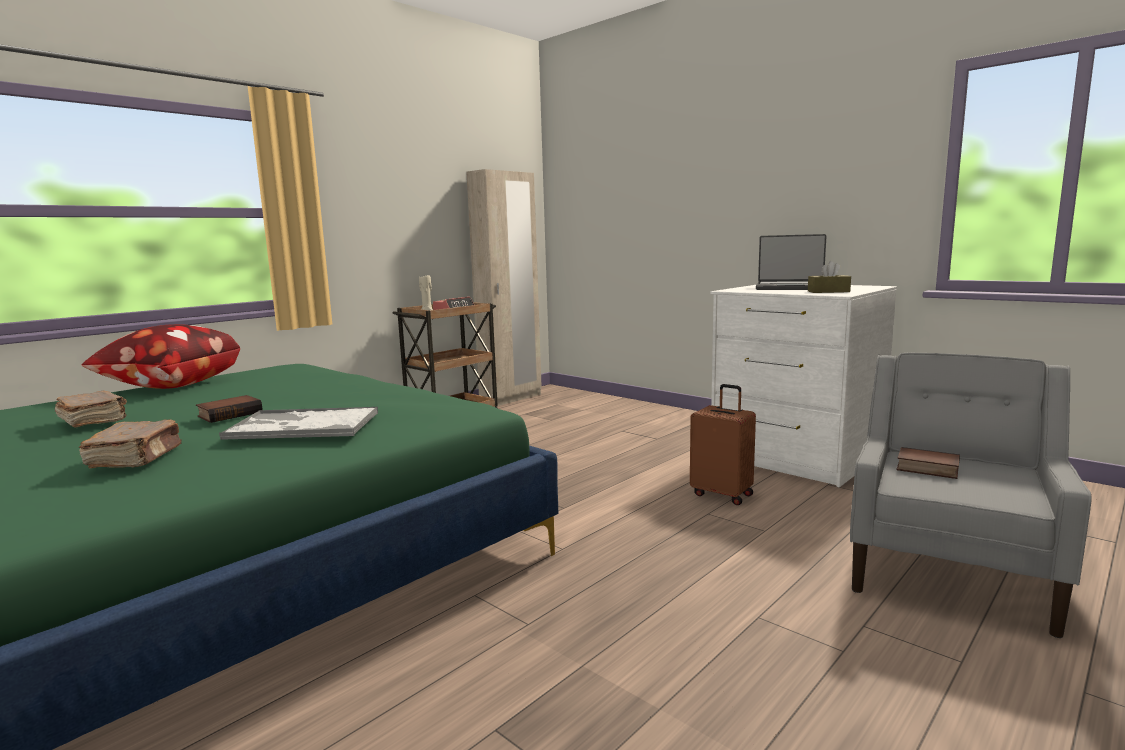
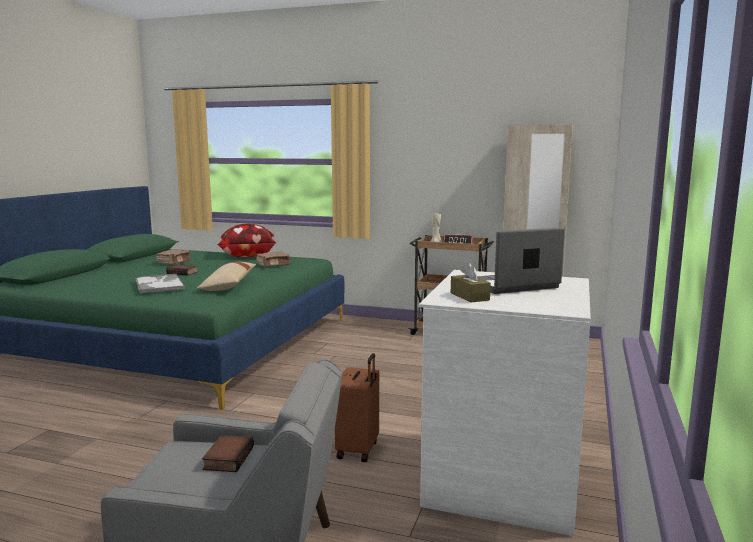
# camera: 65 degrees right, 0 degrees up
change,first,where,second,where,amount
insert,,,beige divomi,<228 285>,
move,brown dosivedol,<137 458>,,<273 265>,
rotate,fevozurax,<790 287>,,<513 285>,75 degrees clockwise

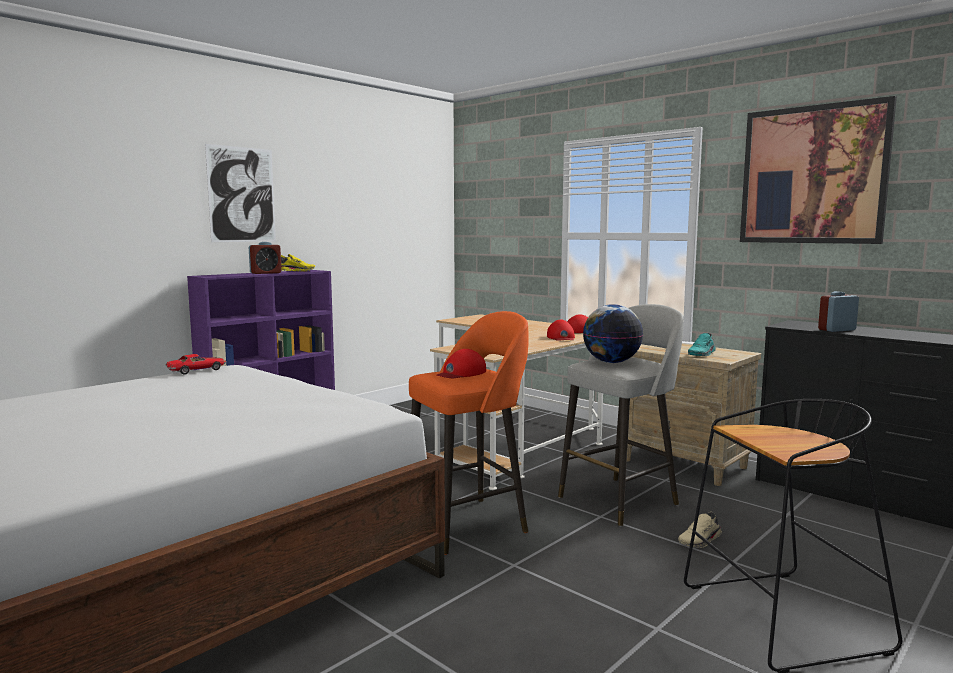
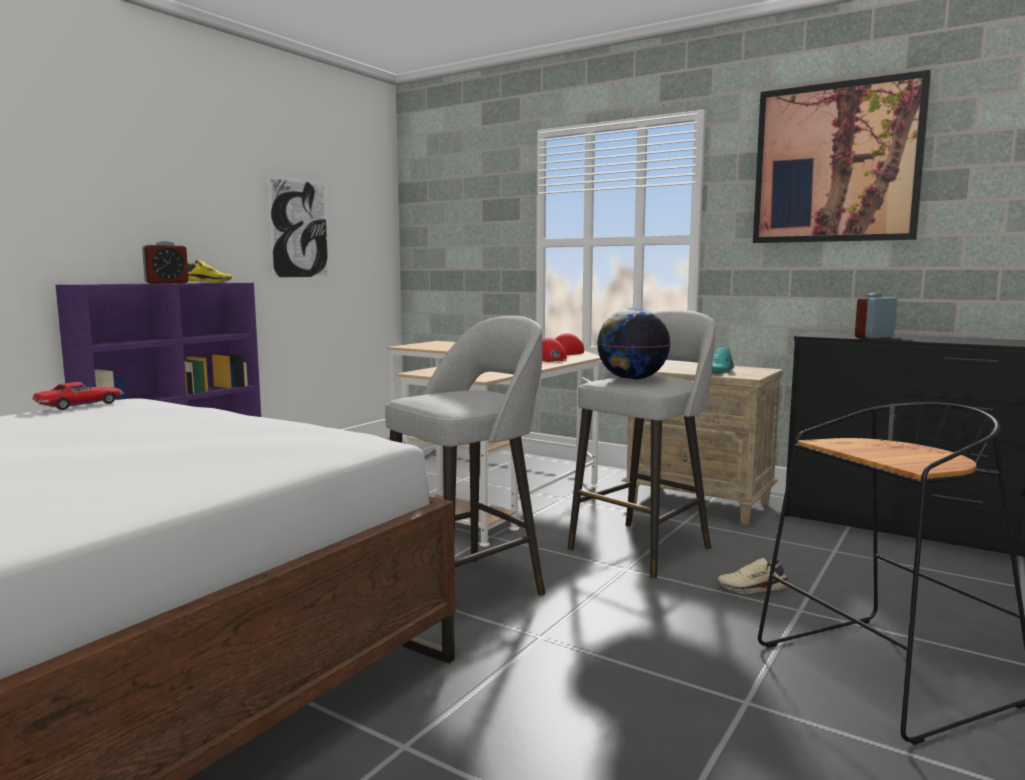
# camera: 10 degrees left, 0 degrees up
change,first,where,second,where,amount
move,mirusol,<242 194>,,<299 229>,
recolor,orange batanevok,<468 524>,grey batanevok,<467 590>,
rotate,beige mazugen,<700 540>,,<753 588>,45 degrees clockwise
delete,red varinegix,<461 373>,,,

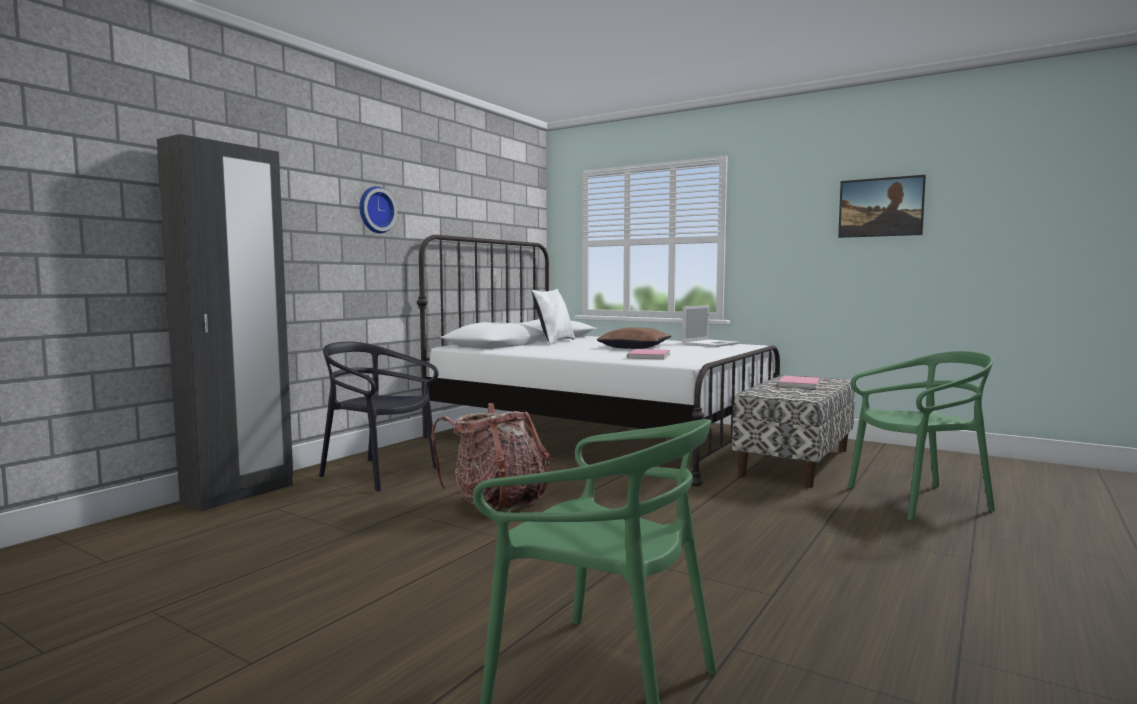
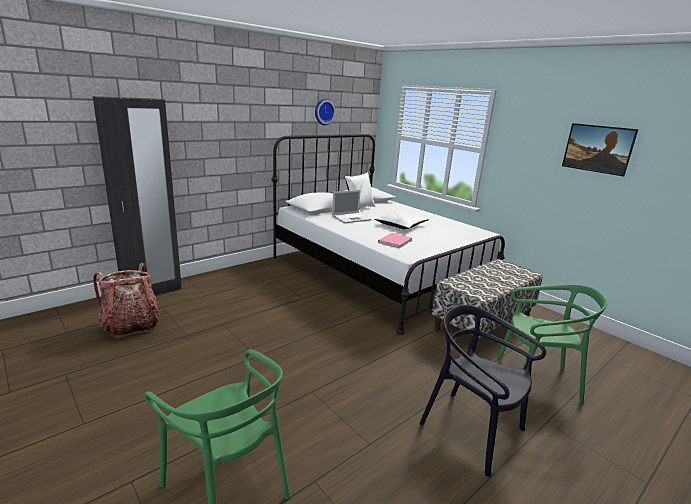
# camera: 15 degrees right, 15 degrees up
change,first,where,second,where,amount
move,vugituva,<497 503>,,<131 326>,
move,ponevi,<375 210>,,<323 111>,
move,fevozurax,<711 344>,,<352 218>,
recolor,brown divomi,<634 347>,white divomi,<401 225>,
move,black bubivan,<378 474>,,<471 430>,
delete,pink dosivedol,<797 384>,,,

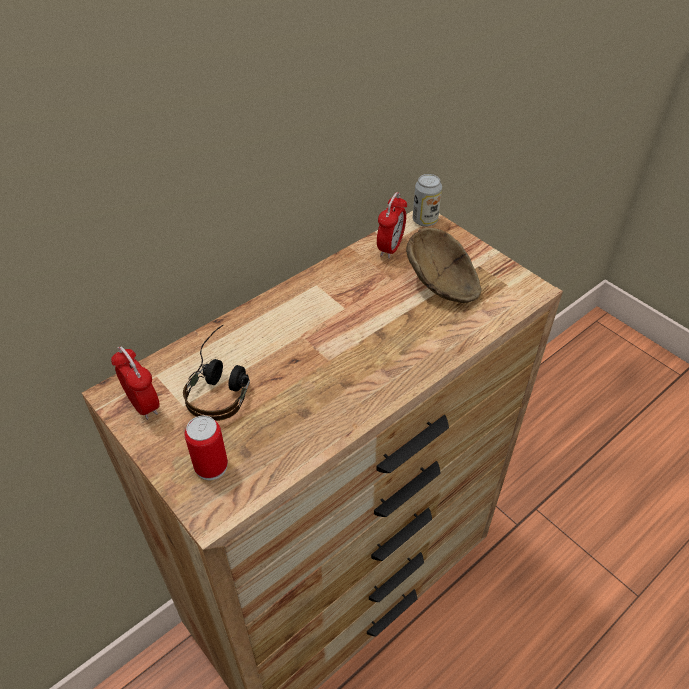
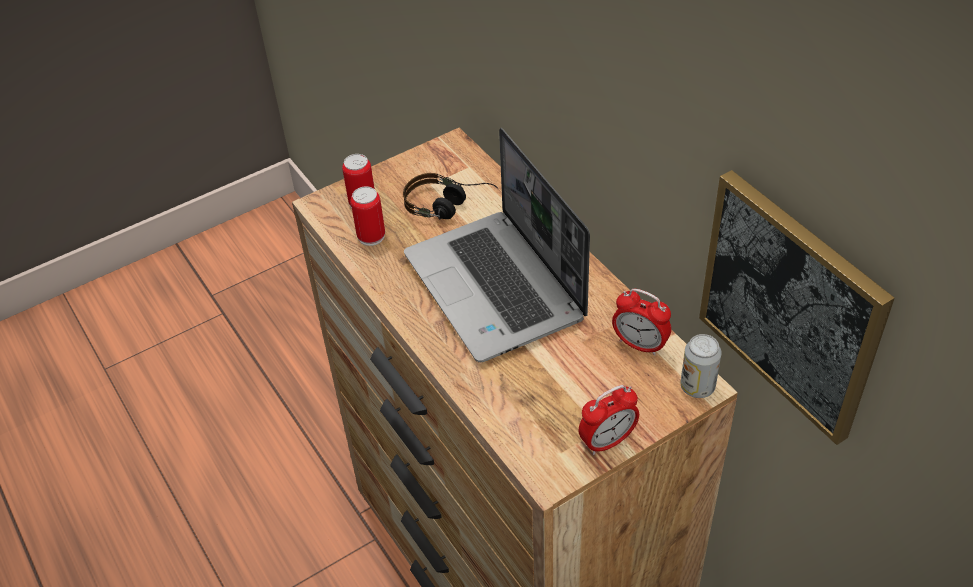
# camera: 100 degrees right, 0 degrees up
change,first,where,second,where,amount
insert,,,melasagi,<371 236>,
insert,,,fevozurax,<497 288>,
move,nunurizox,<143 404>,,<607 441>,
insert,,,mirusol,<790 305>,
delete,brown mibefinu,<442 285>,,,

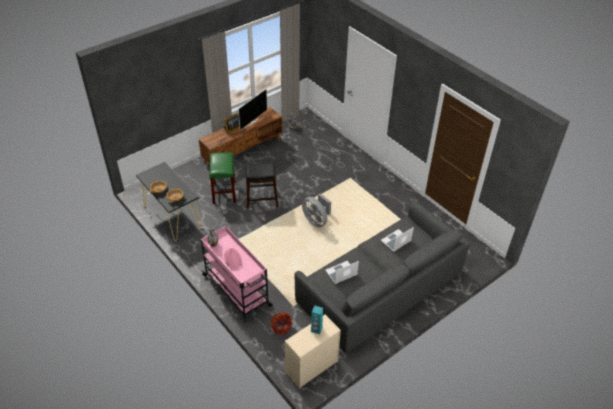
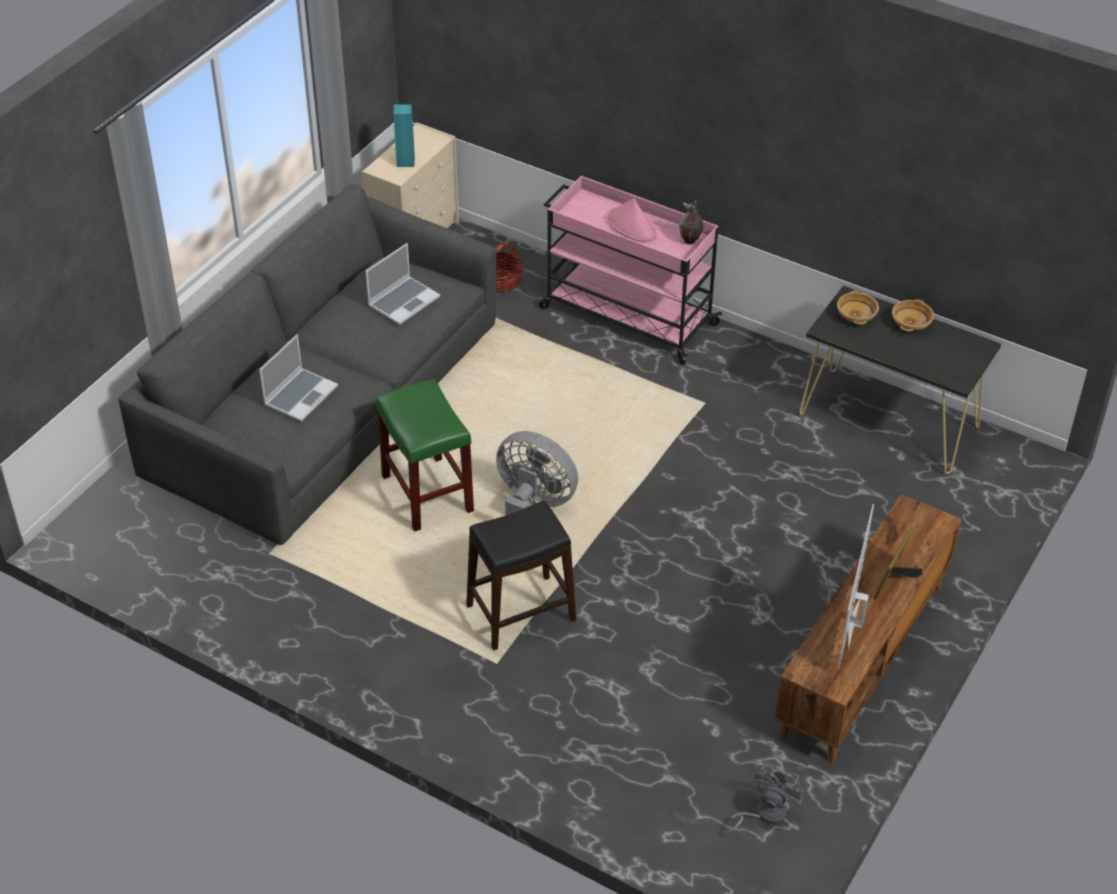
# camera: 160 degrees right, 0 degrees up
change,first,where,second,where,amount
move,green batanevok,<224 193>,,<426 493>,
move,black batanevok,<261 200>,,<521 613>,

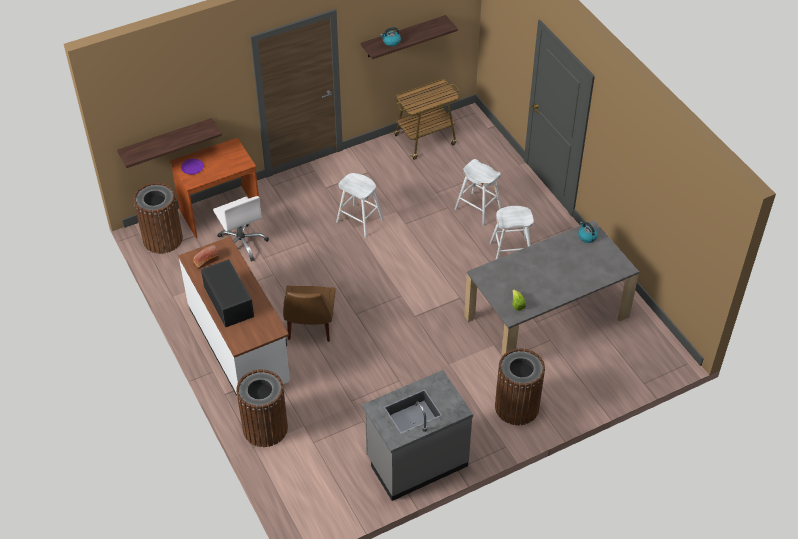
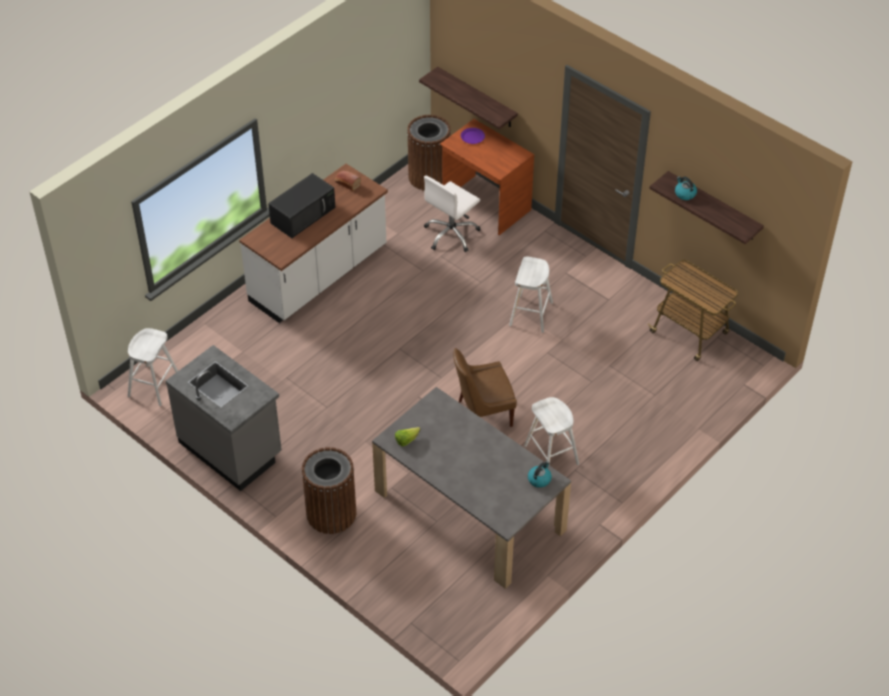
# camera: 70 degrees right, 0 degrees up
change,first,where,second,where,amount
move,white batanevok,<478 209>,,<153 385>,
move,brown bubivan,<310 328>,,<482 414>,
delete,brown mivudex,<265 428>,,,

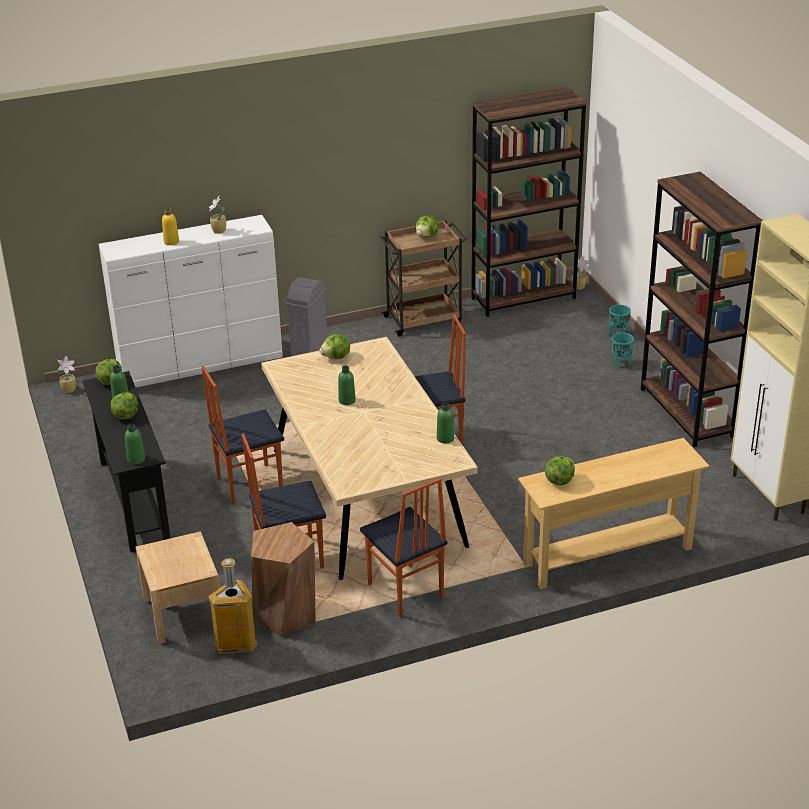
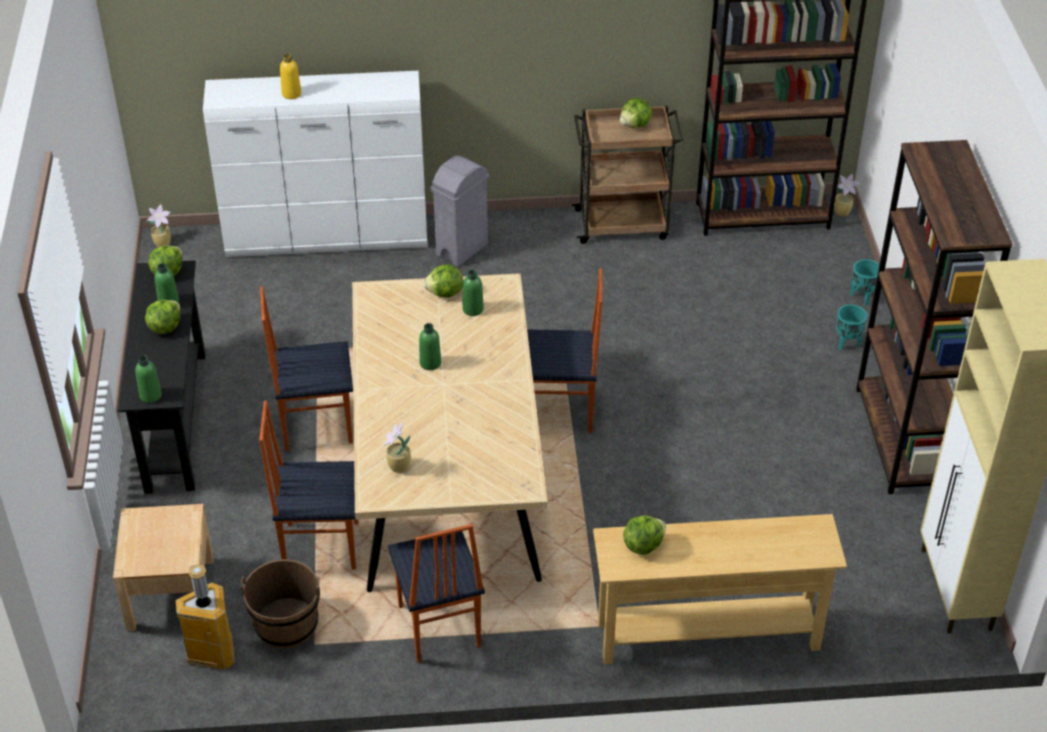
# camera: 15 degrees right, 10 degrees up
change,first,where,second,where,amount
replace,brown batanevok,<286 613>,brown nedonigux,<286 624>,
move,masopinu,<218 231>,,<398 467>,
move,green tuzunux,<445 438>,,<473 309>,

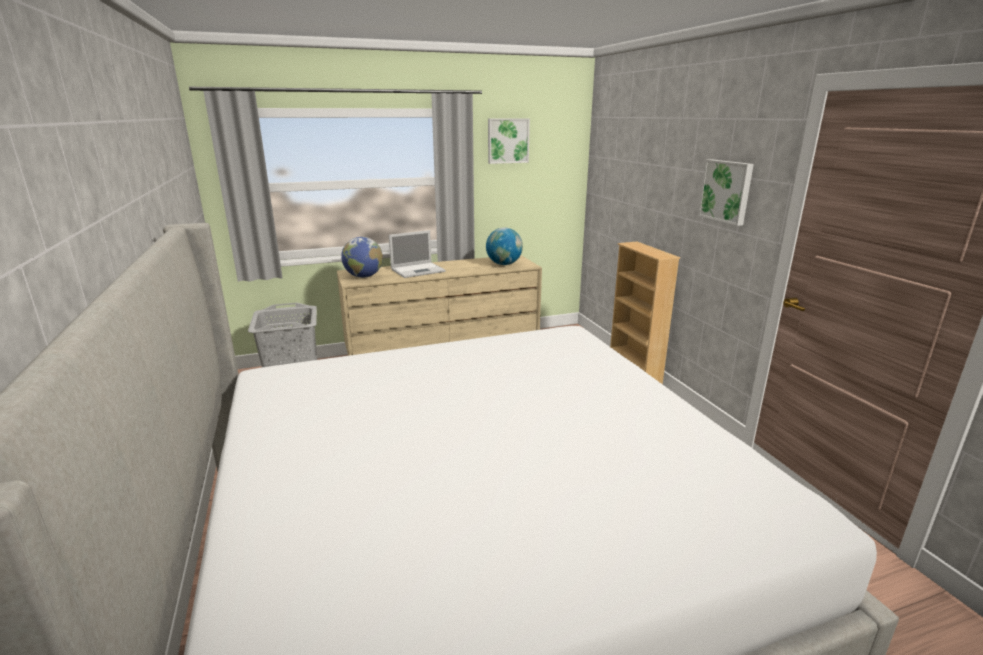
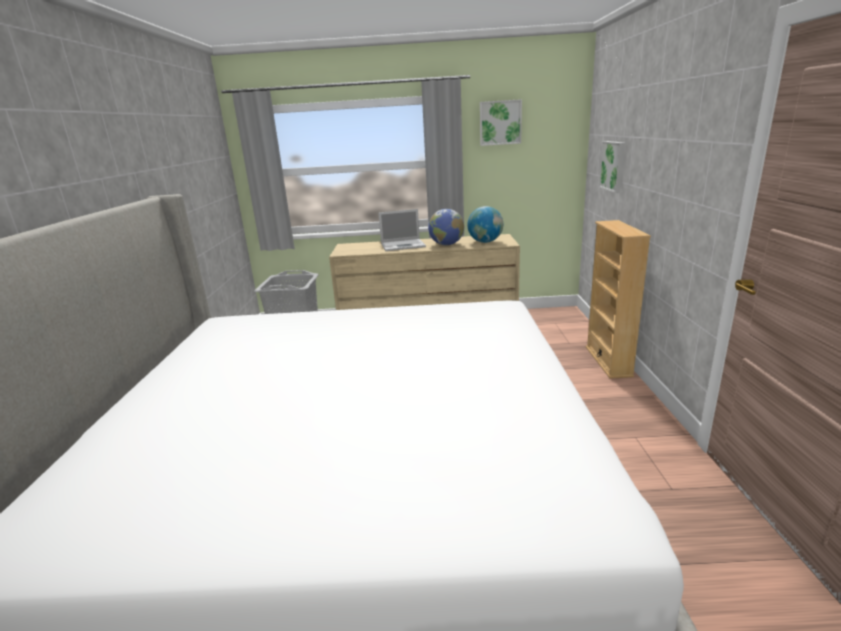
# camera: 20 degrees right, 0 degrees up
change,first,where,second,where,amount
move,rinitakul,<364 276>,,<446 244>,
move,mirusol,<726 191>,,<614 166>,

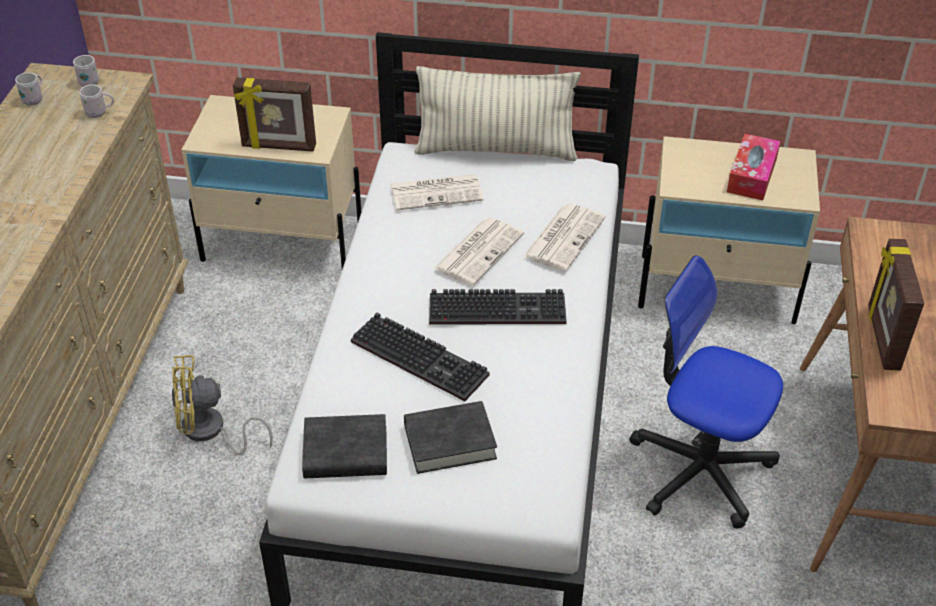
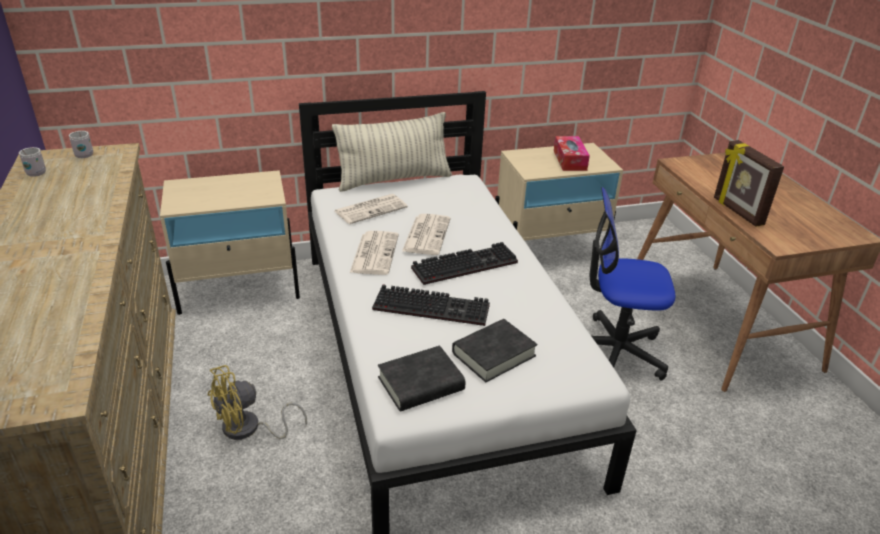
# camera: 25 degrees left, 10 degrees down
change,first,where,second,where,amount
move,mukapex,<564 236>,,<374 253>,
delete,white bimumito,<99 113>,,,
delete,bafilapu,<278 147>,,,

